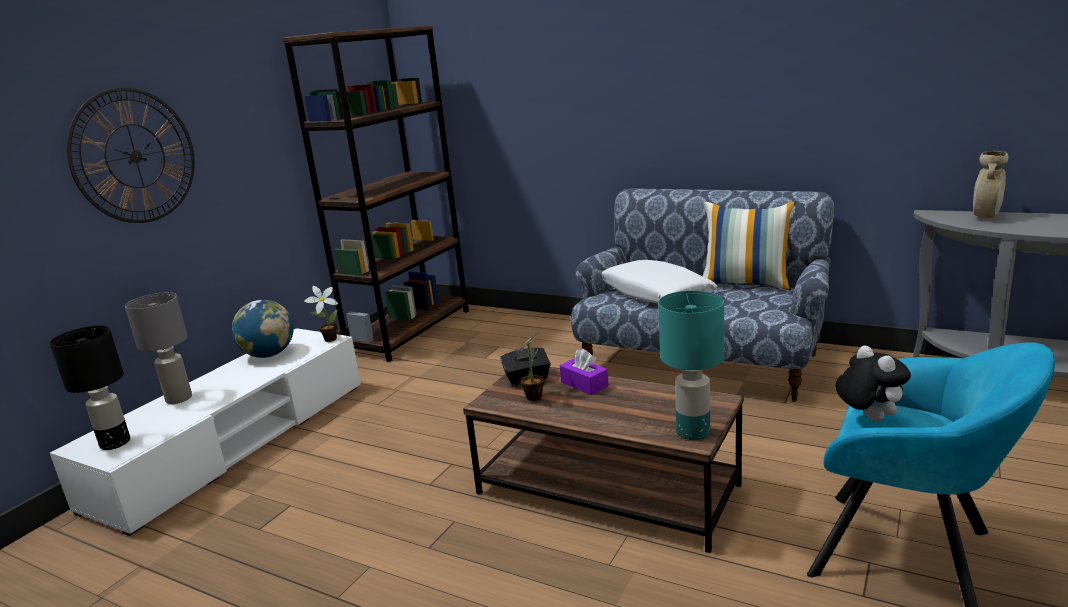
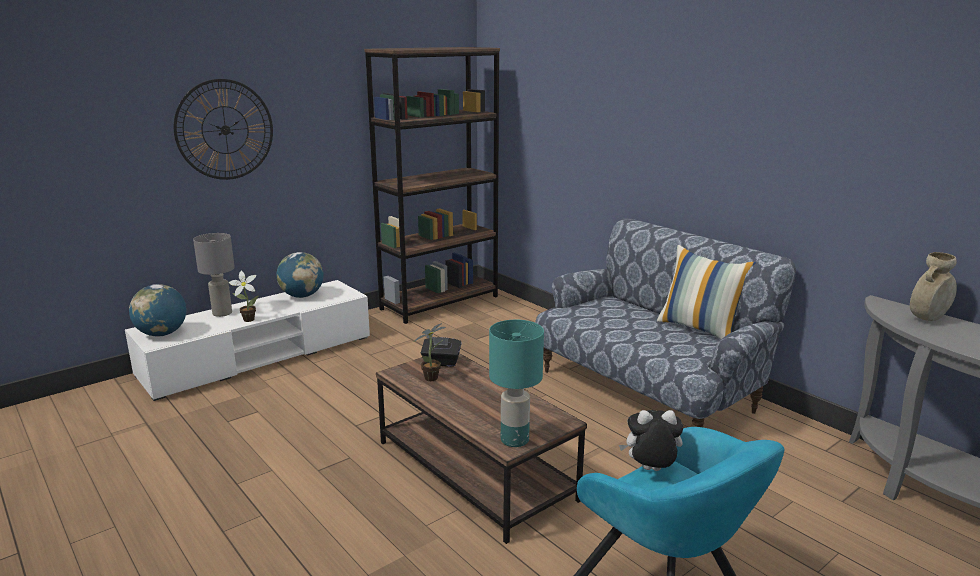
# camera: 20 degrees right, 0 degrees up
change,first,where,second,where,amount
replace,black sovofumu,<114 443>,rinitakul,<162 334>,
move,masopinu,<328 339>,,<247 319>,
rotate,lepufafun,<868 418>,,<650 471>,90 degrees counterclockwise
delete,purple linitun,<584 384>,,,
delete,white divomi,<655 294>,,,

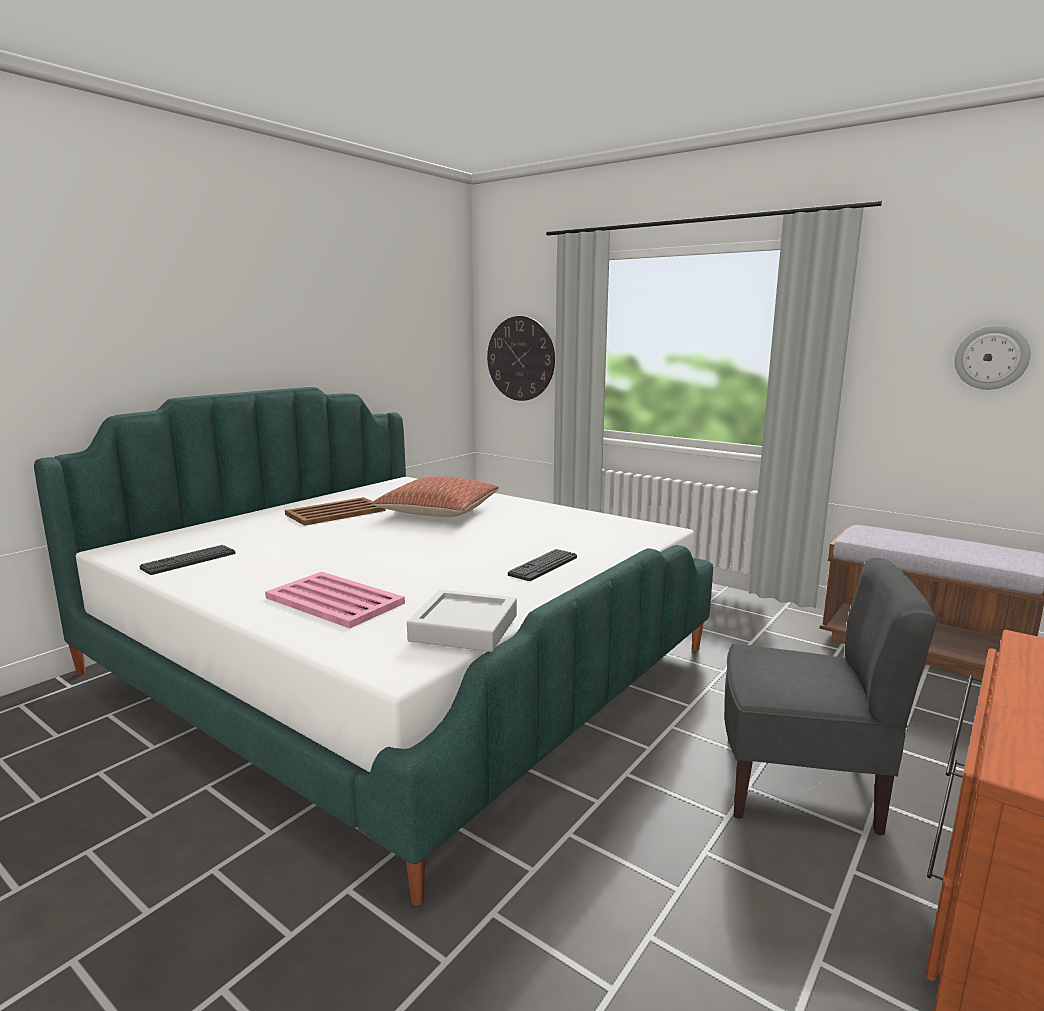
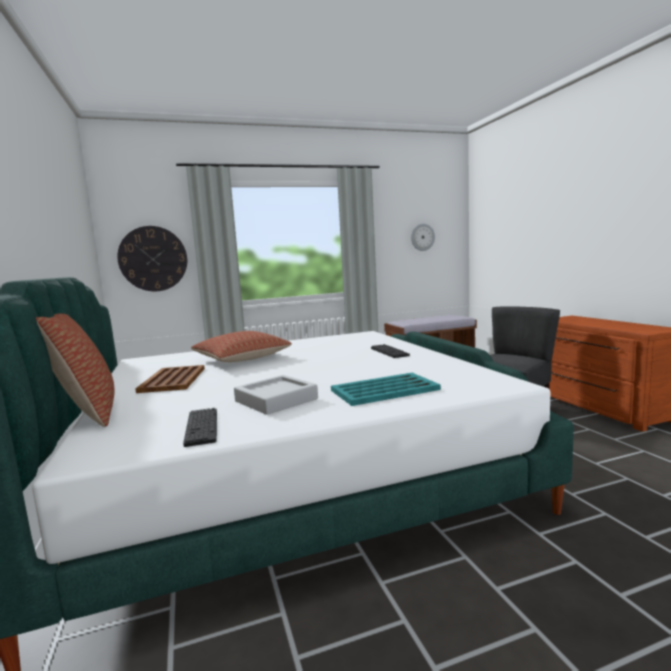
# camera: 55 degrees left, 5 degrees down
change,first,where,second,where,amount
insert,,,divomi,<87 413>,
move,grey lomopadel,<464 628>,,<276 400>,
recolor,pink lomopadel,<335 601>,turquoise lomopadel,<385 390>,

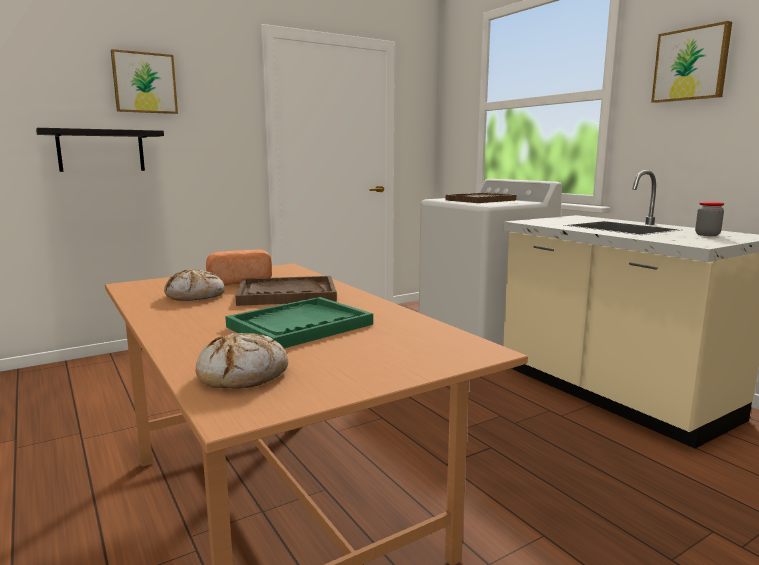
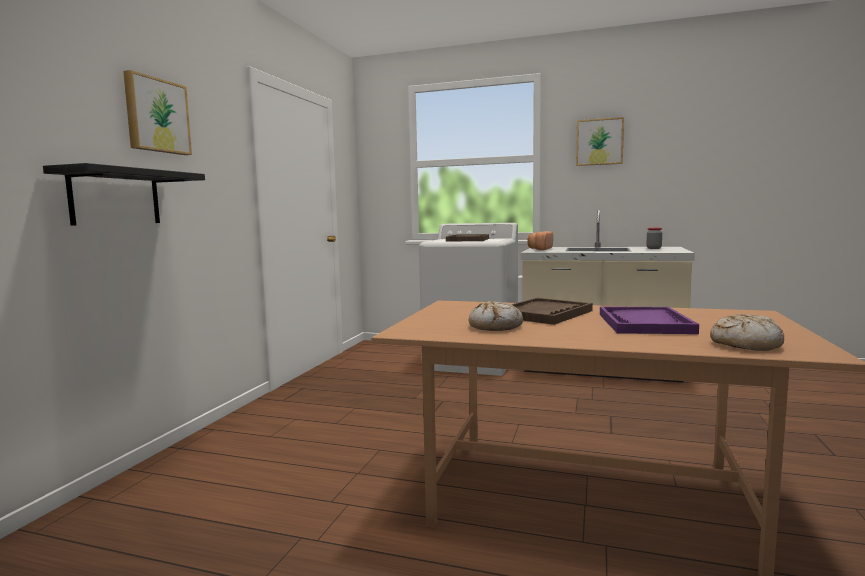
# camera: 40 degrees left, 5 degrees down
change,first,where,second,where,amount
move,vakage,<238 281>,,<539 249>,
recolor,green lomopadel,<300 326>,purple lomopadel,<644 323>,

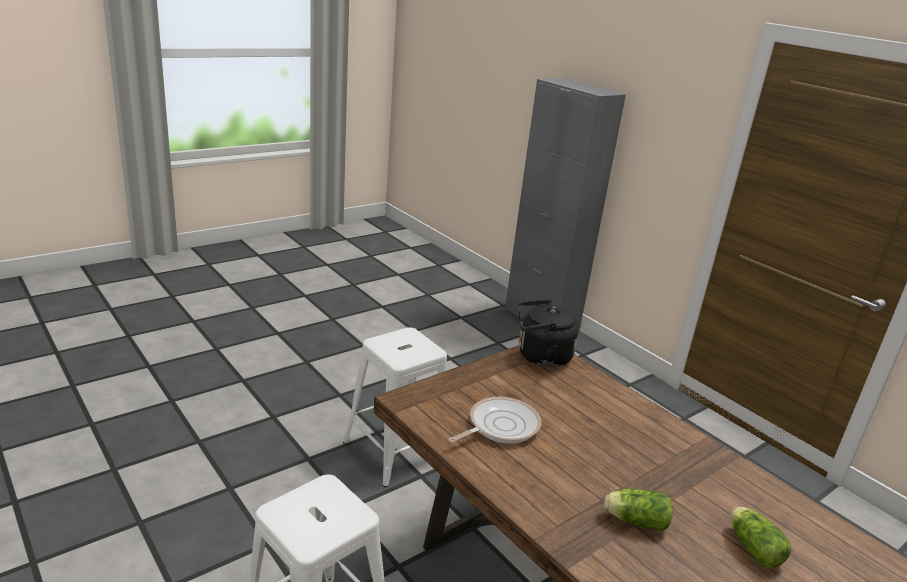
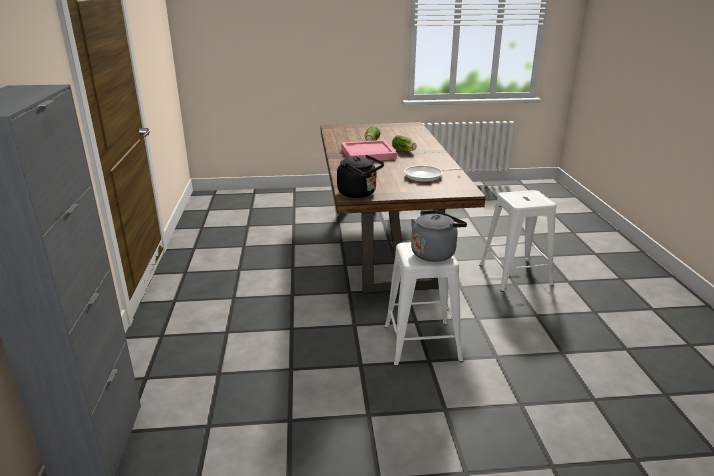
# camera: 145 degrees left, 0 degrees up
change,first,where,second,where,amount
insert,,,pink lomopadel,<368 154>,
insert,,,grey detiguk,<434 253>,

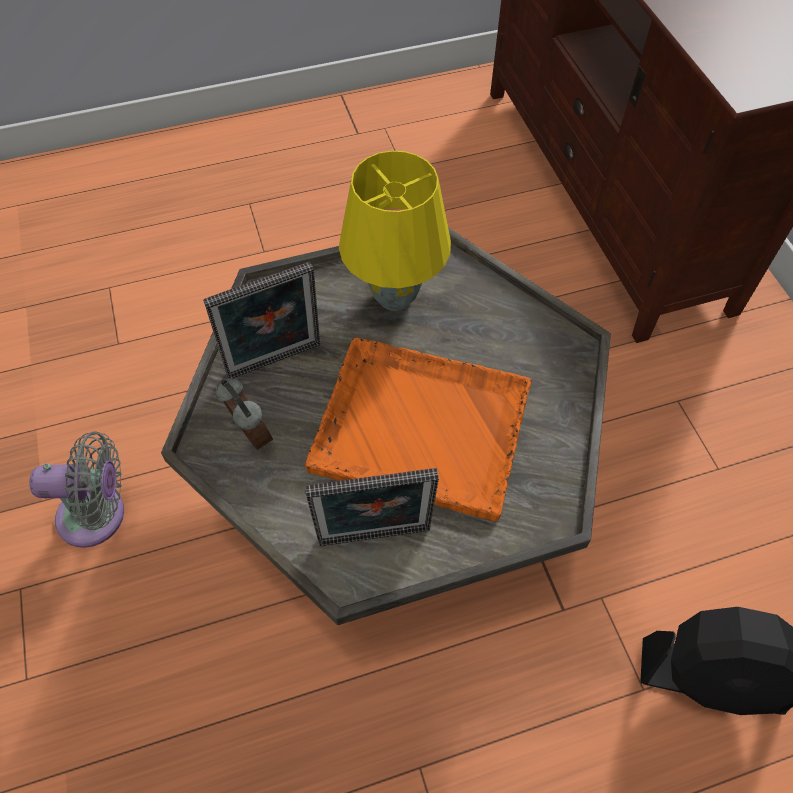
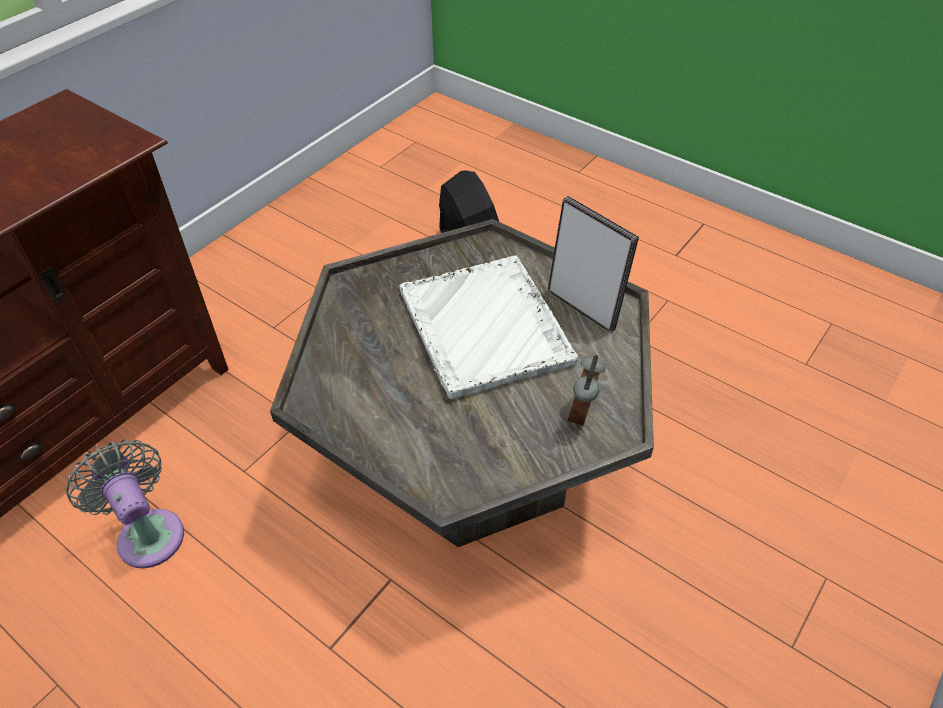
# camera: 125 degrees left, 10 degrees down
change,first,where,second,where,amount
move,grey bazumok,<98 516>,,<148 532>,
recolor,orange lomopadel,<419 427>,white lomopadel,<485 328>,
delete,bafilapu,<276 364>,,,
delete,yellow sovofumu,<396 297>,,,

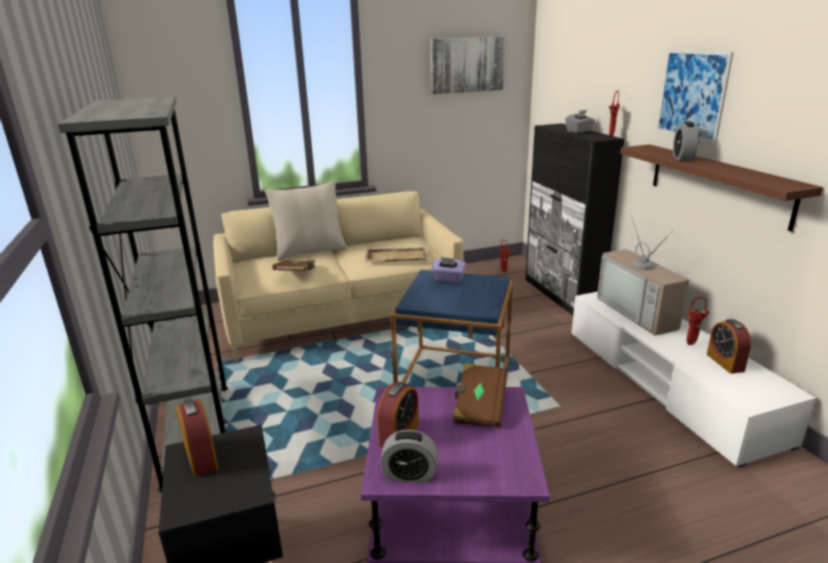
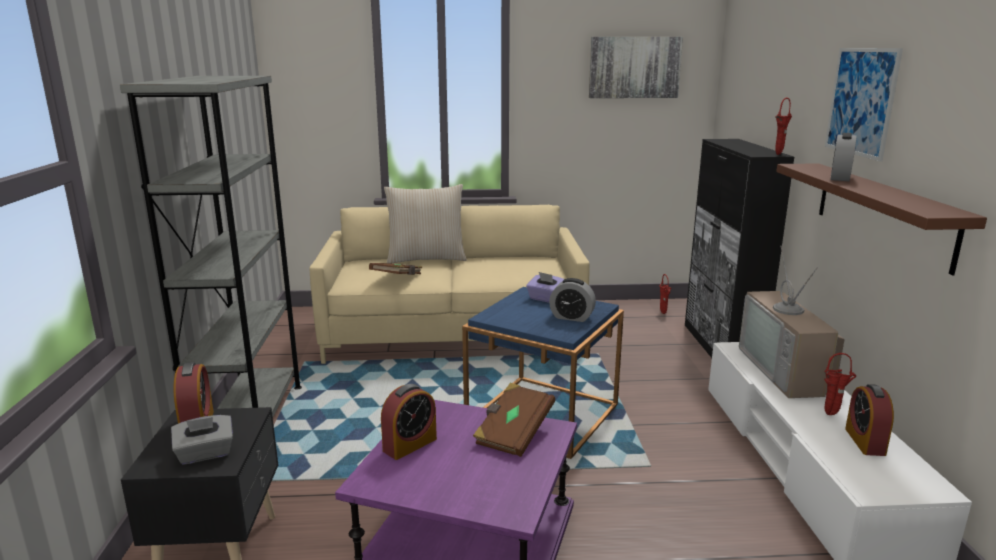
# camera: 15 degrees right, 5 degrees down
change,first,where,second,where,amount
move,grey linitun,<579 131>,,<205 454>,
move,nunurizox,<410 475>,,<571 317>,
delete,beige lomopadel,<396 256>,,,

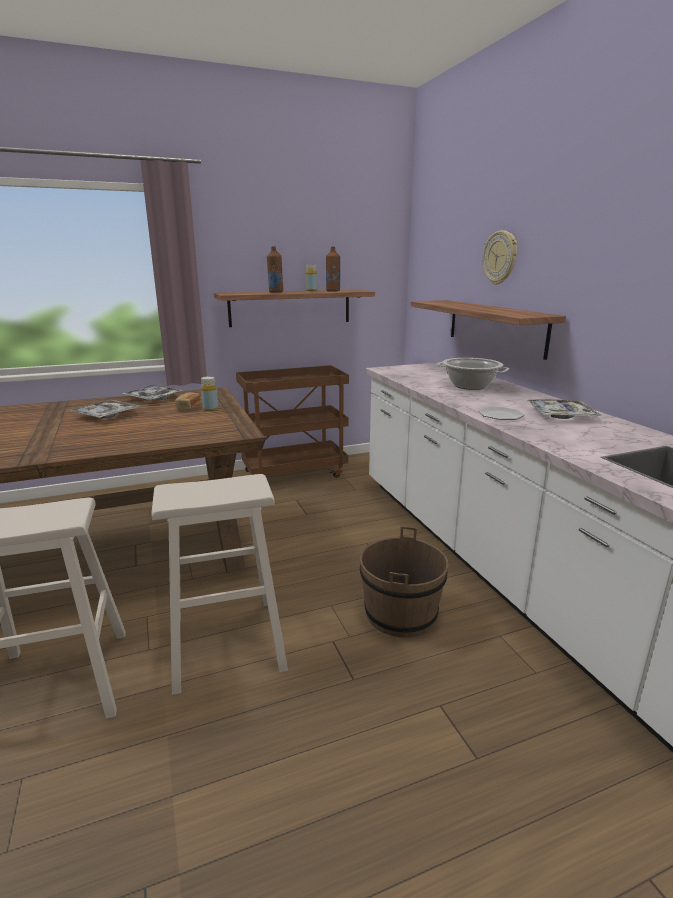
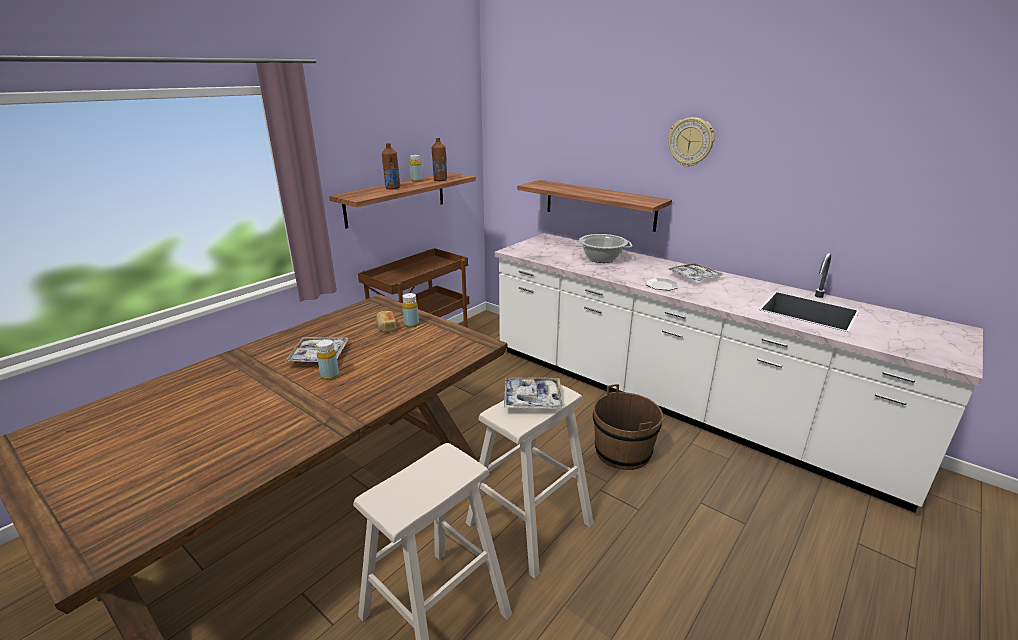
# camera: 30 degrees left, 5 degrees up
change,first,where,second,where,amount
insert,,,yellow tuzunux,<330 376>,
move,lomopadel,<153 398>,,<532 399>,
move,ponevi,<500 258>,,<691 142>,

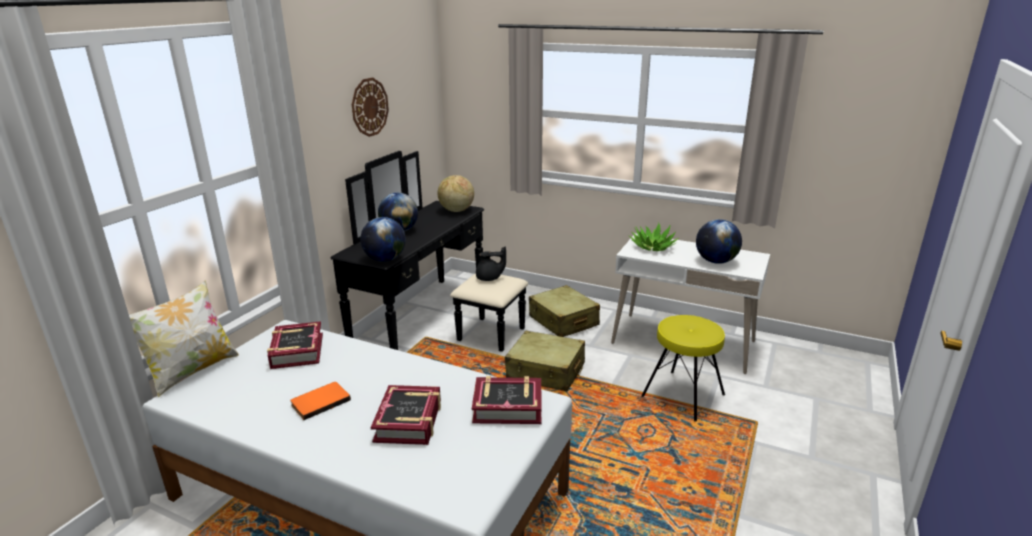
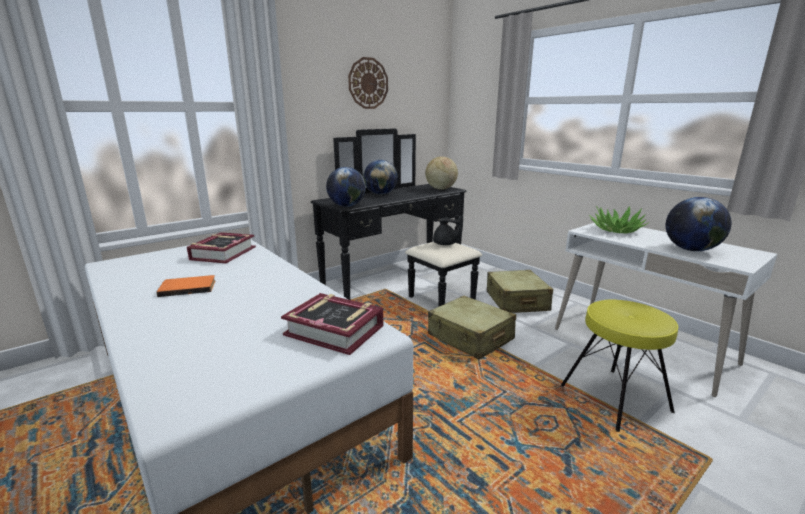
# camera: 25 degrees right, 5 degrees down
change,first,where,second,where,amount
delete,divomi,<192 371>,,,
delete,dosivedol,<409 421>,,,

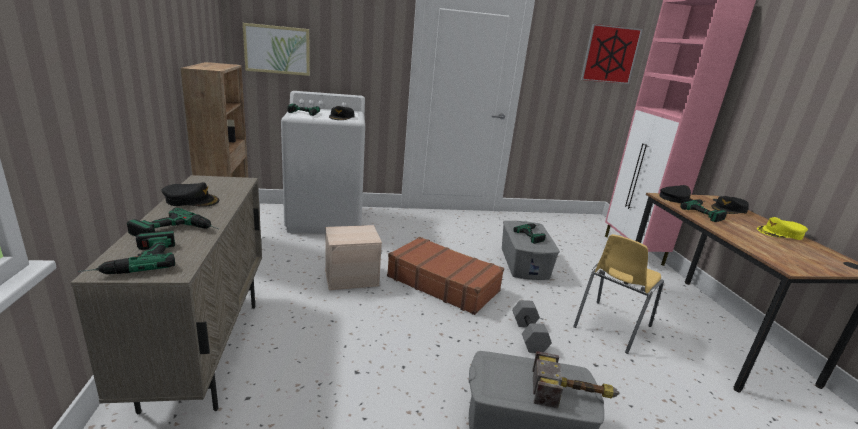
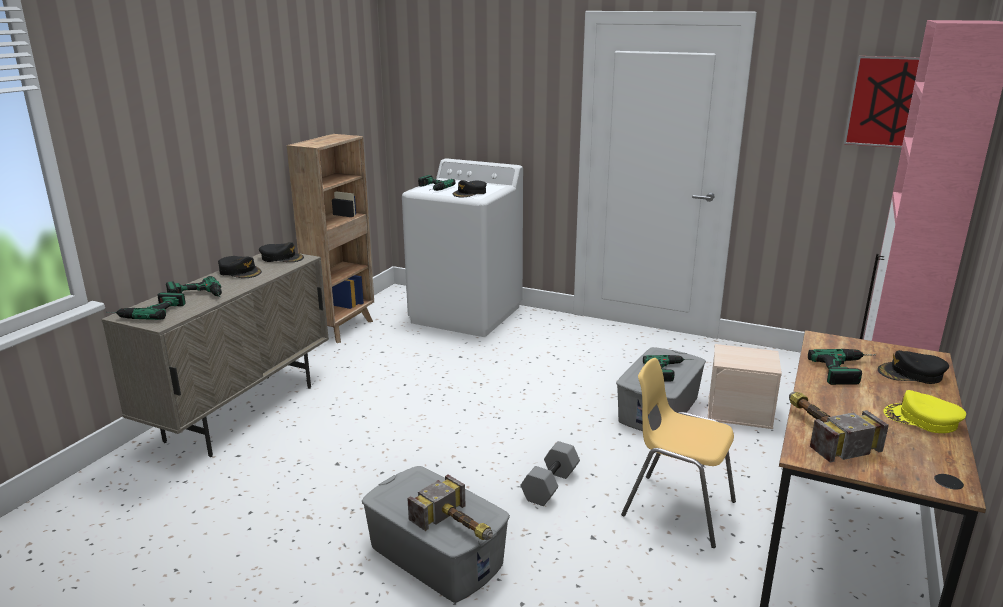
# camera: 35 degrees right, 0 degrees up
change,first,where,second,where,amount
move,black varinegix,<675 198>,,<282 258>,
rotate,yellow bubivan,<611 326>,,<677 508>,45 degrees clockwise
move,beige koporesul,<352 277>,,<740 411>,
insert,,,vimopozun,<820 430>,
delete,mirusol,<277 49>,,,
delete,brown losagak,<443 283>,,,

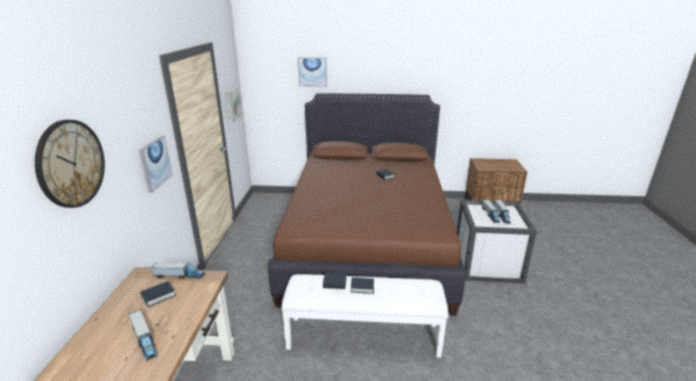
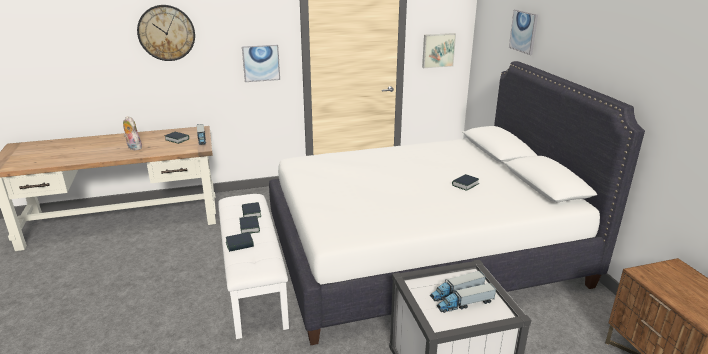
# camera: 70 degrees right, 0 degrees up
change,first,where,second,where,amount
replace,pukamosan,<144 340>,lepufafun,<133 148>,
insert,,,dosivedol,<239 244>,
recolor,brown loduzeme,<367 241>,white loduzeme,<421 253>,

